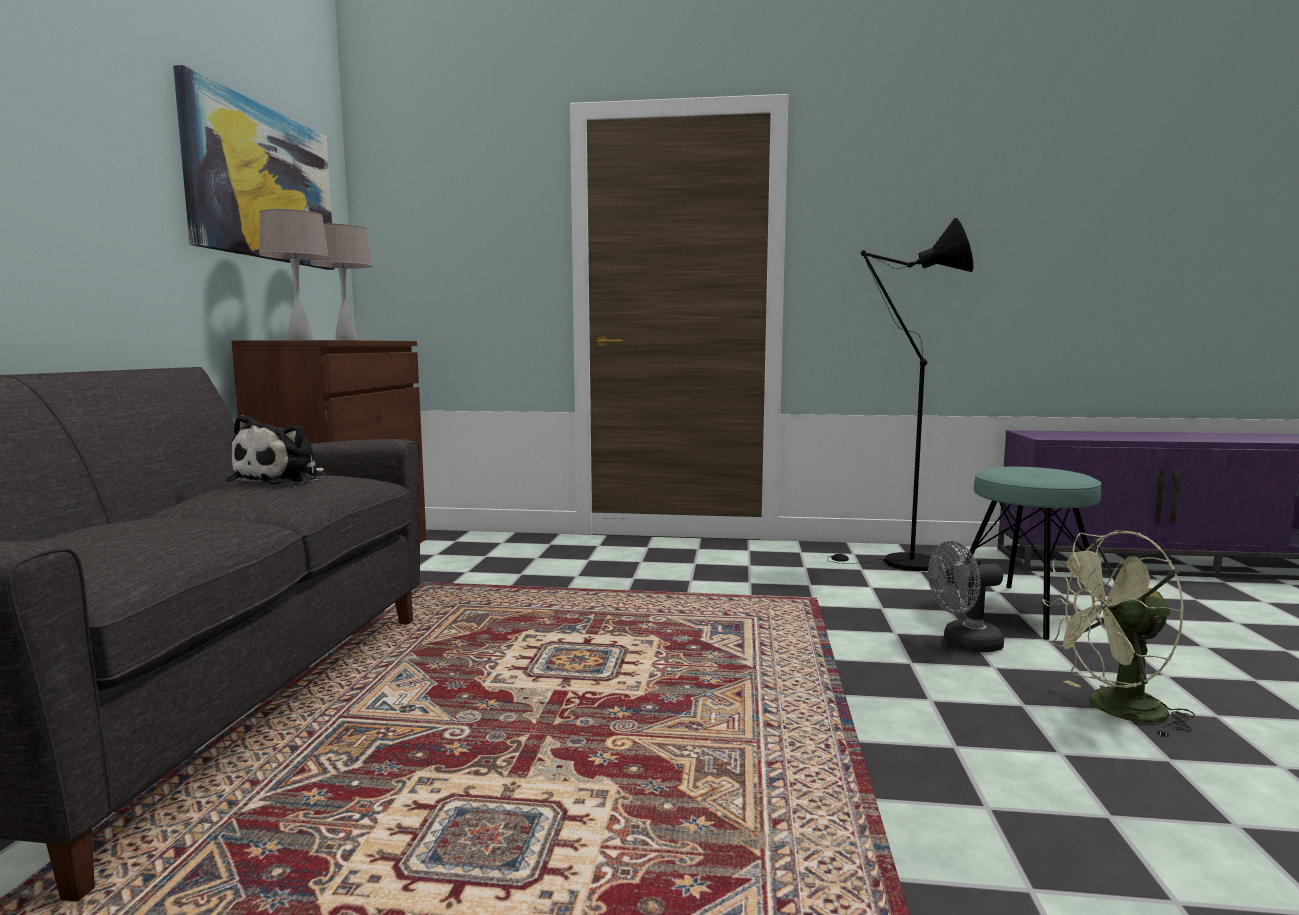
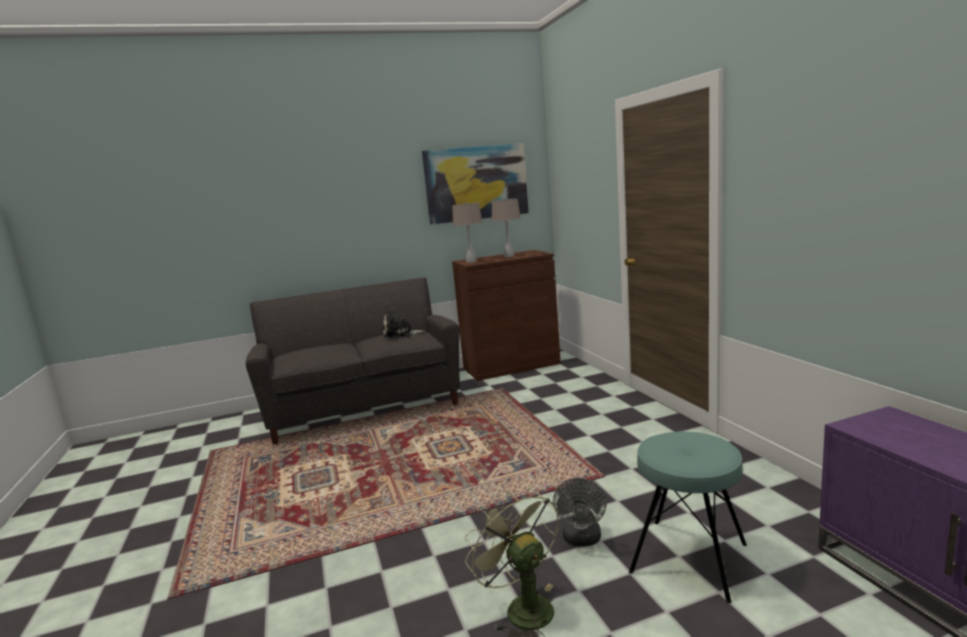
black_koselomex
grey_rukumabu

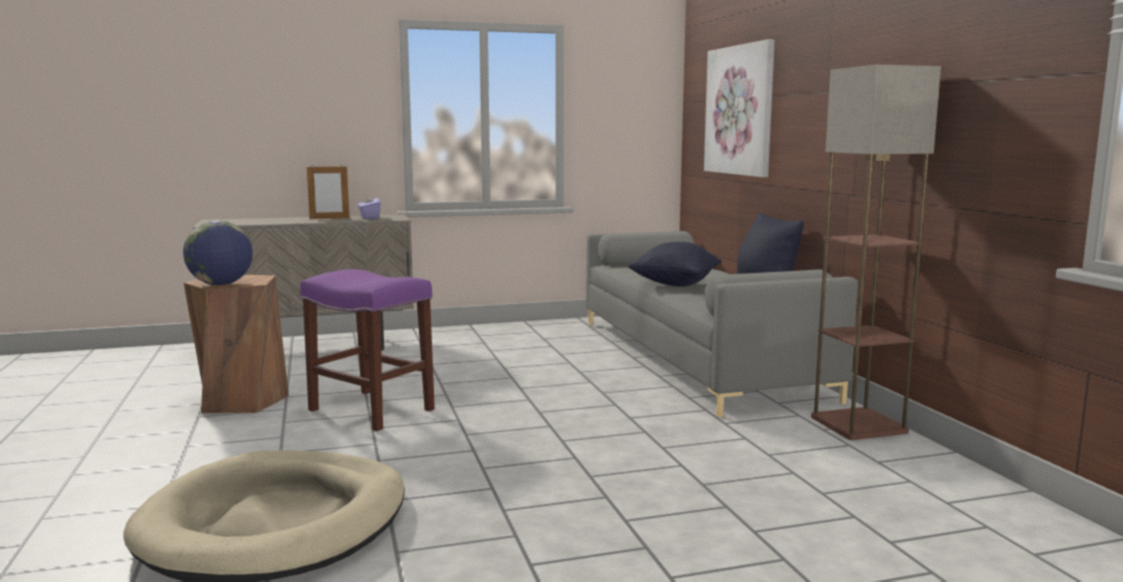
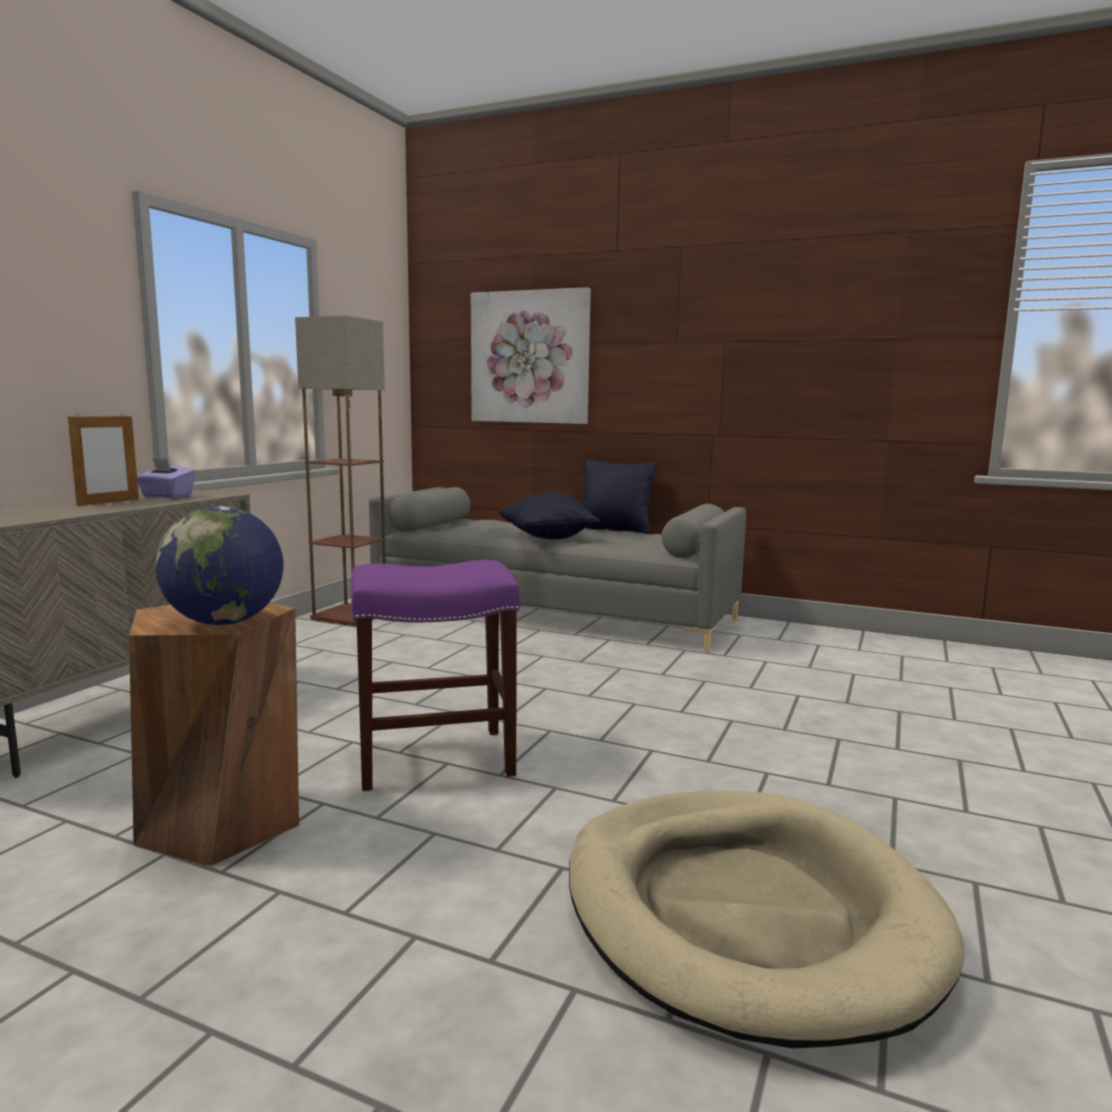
koselomex

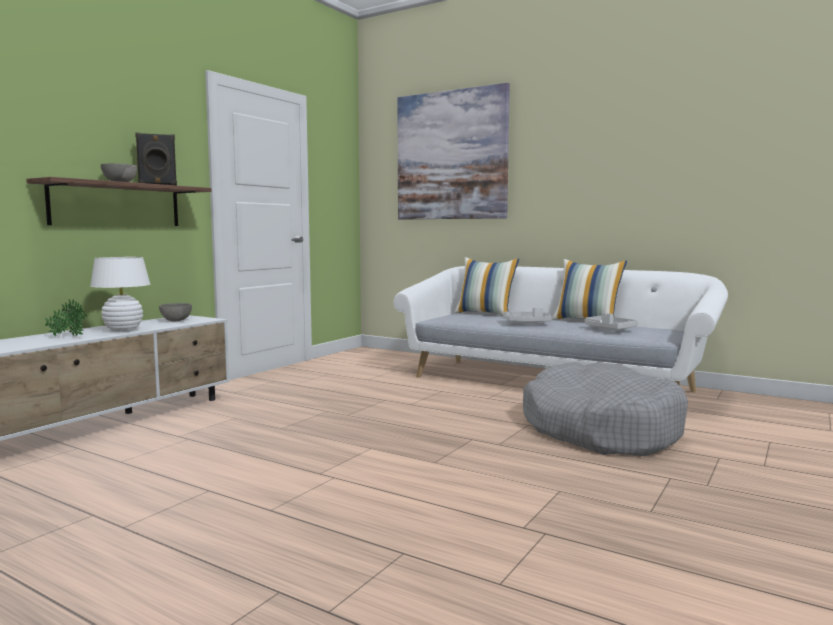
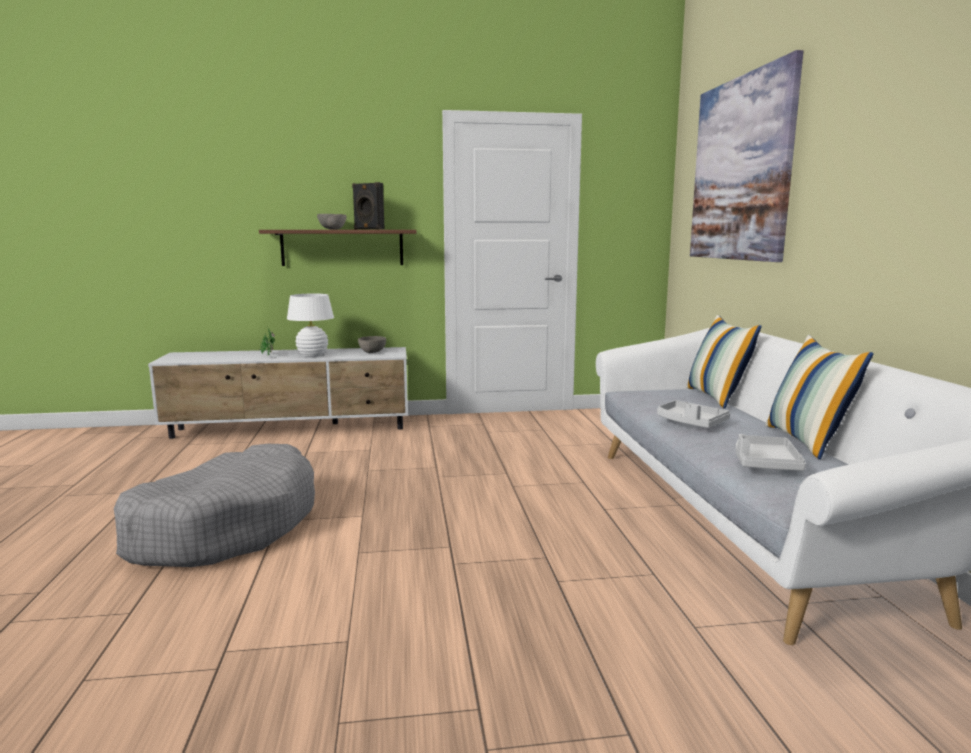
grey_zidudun

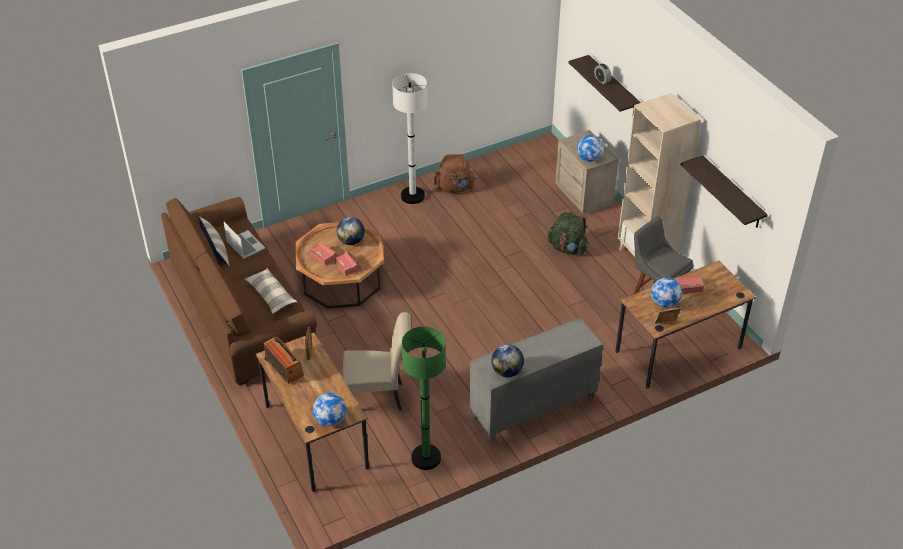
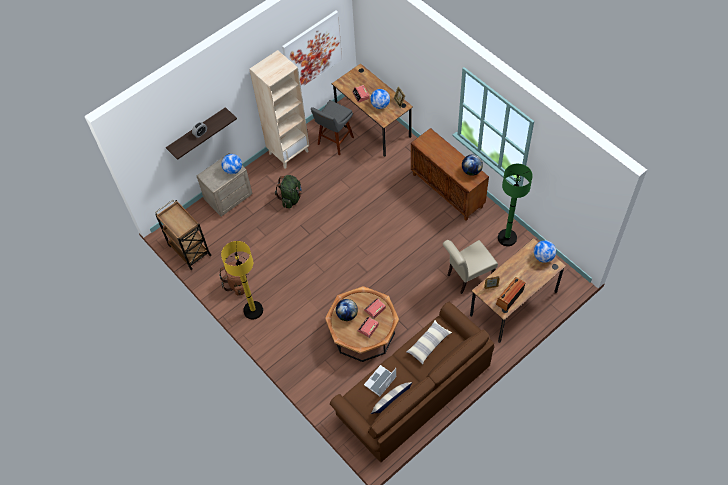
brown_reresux
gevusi
yellow_koselomex
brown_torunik
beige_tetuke

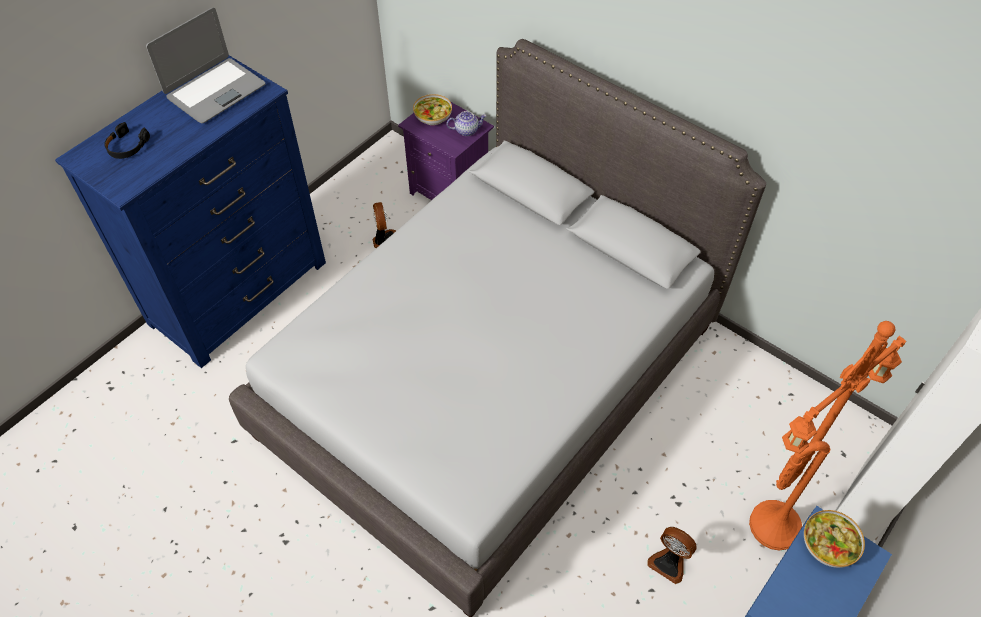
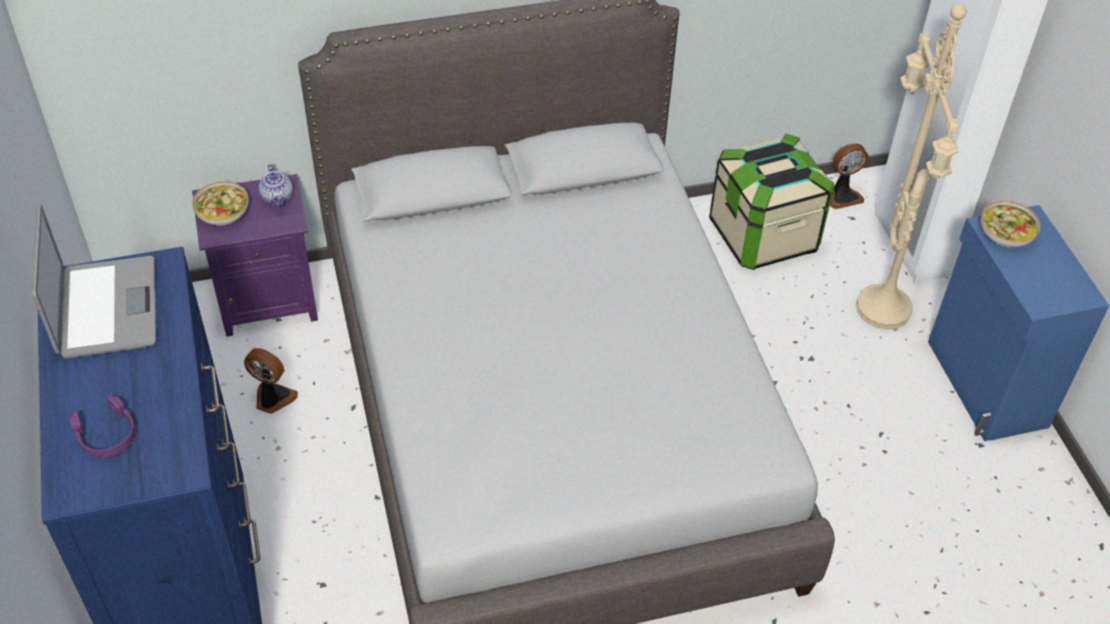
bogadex
rukumabu (2nd from left)
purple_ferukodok
beige_koselomex
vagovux

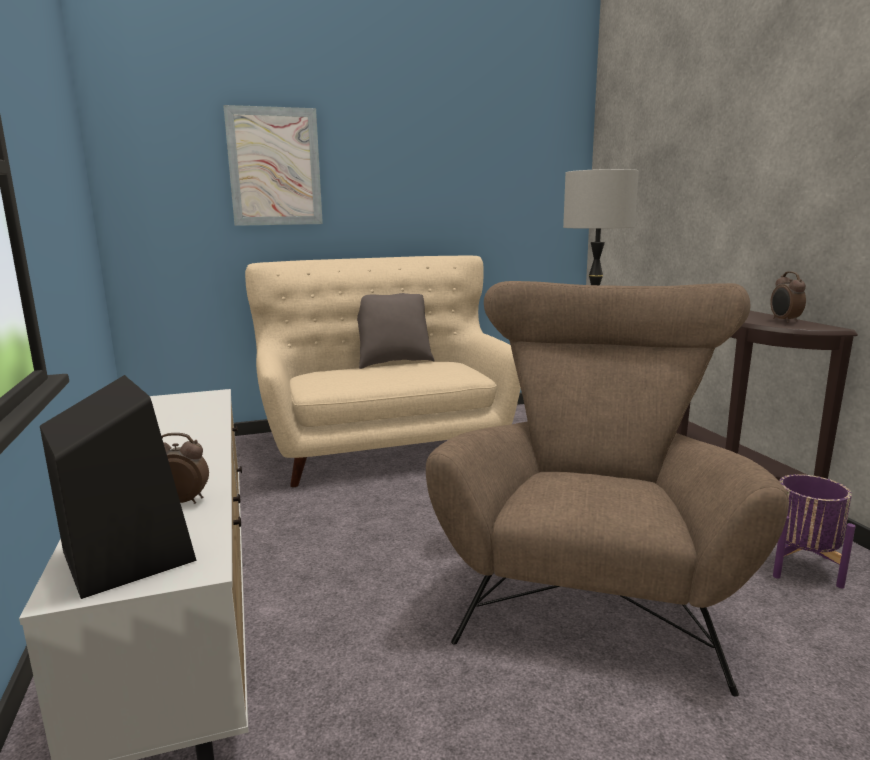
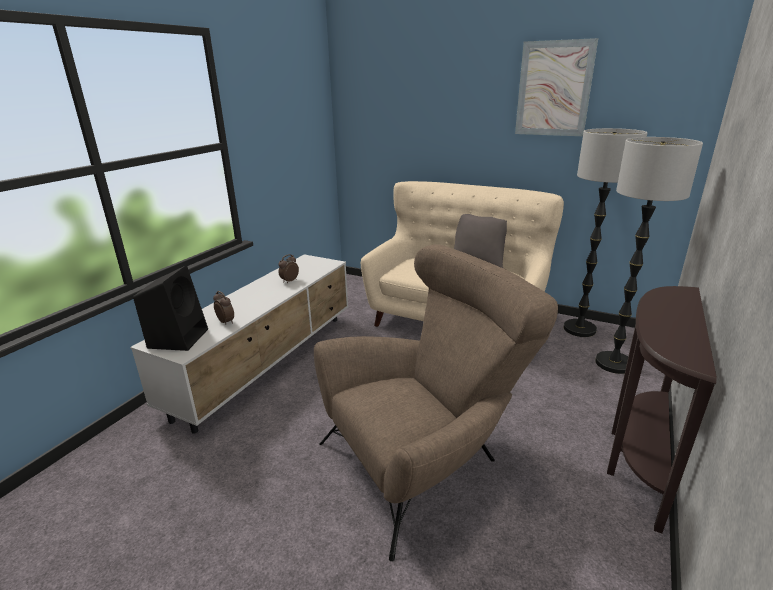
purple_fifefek
koselomex (1st from left)
gevusi
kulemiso (2nd from left)

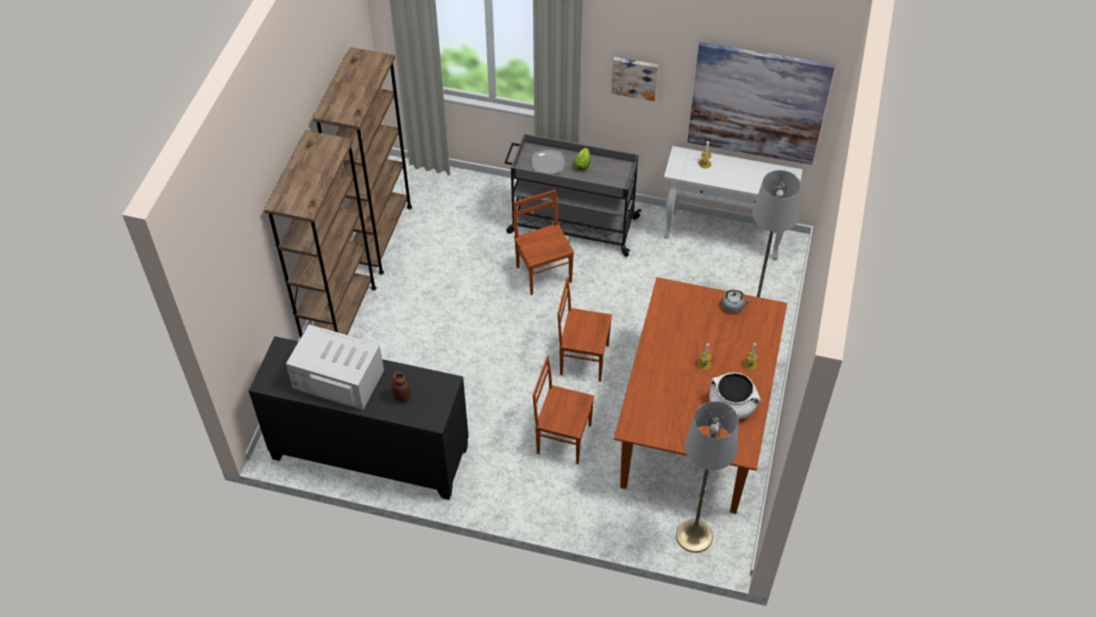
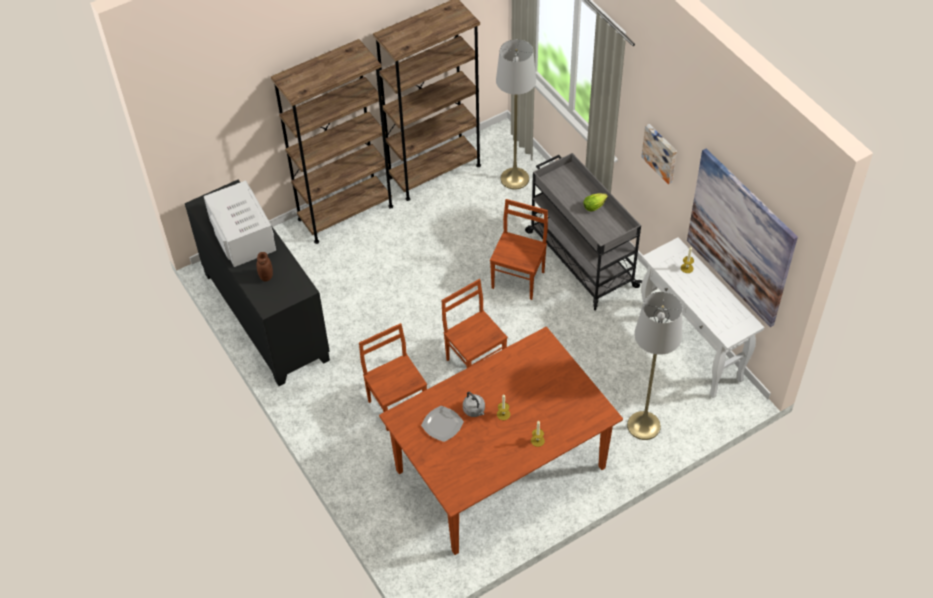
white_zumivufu
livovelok
grey_koselomex (1st from left)
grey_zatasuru

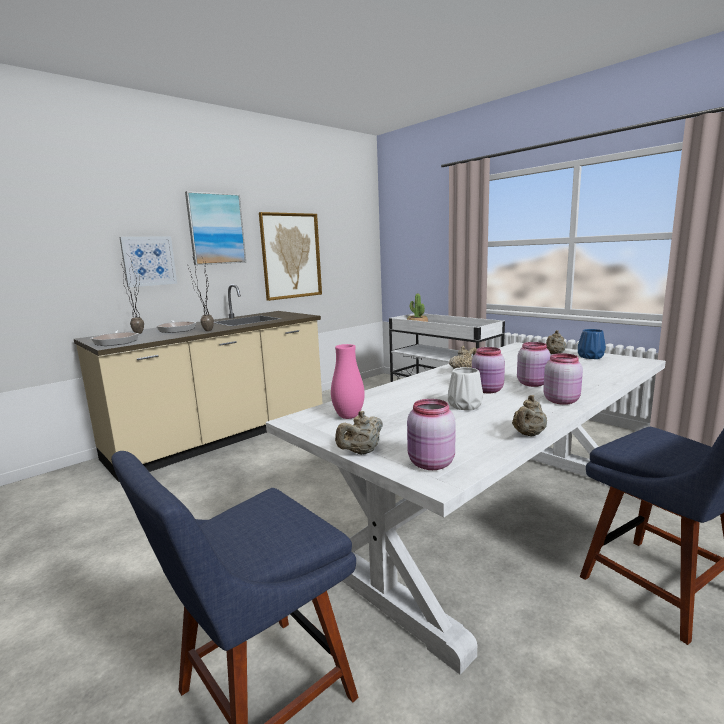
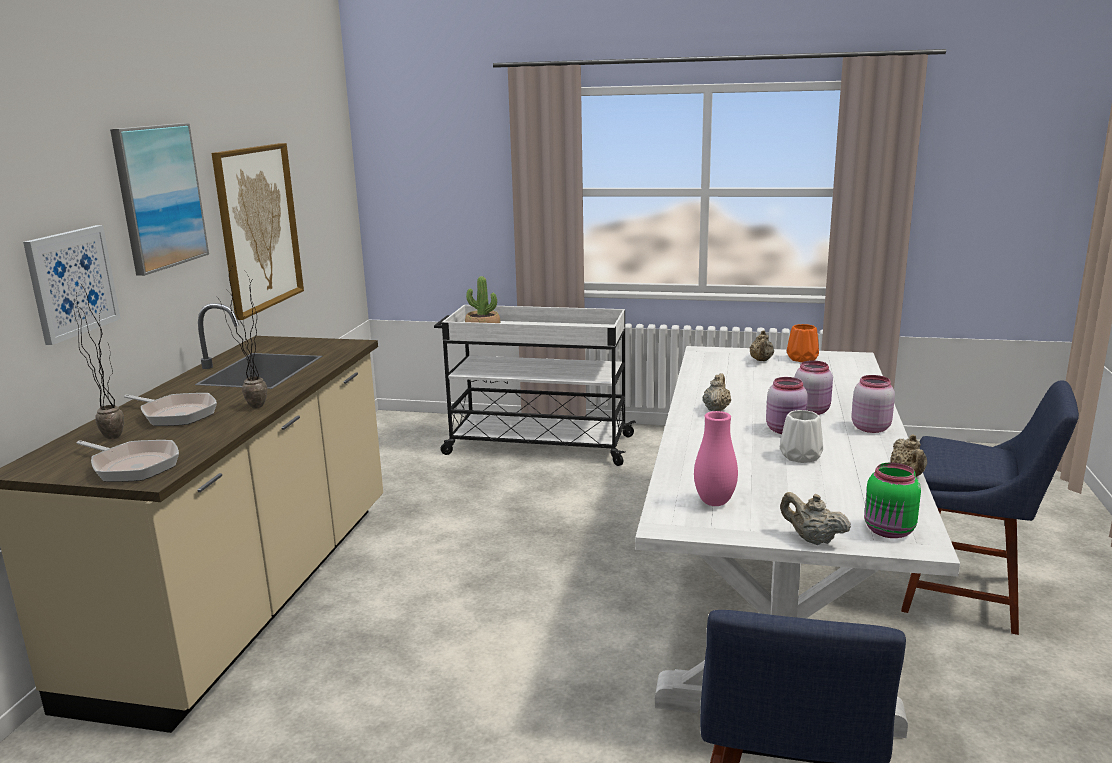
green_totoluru
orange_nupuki
beige_vagovux (3rd from left)

